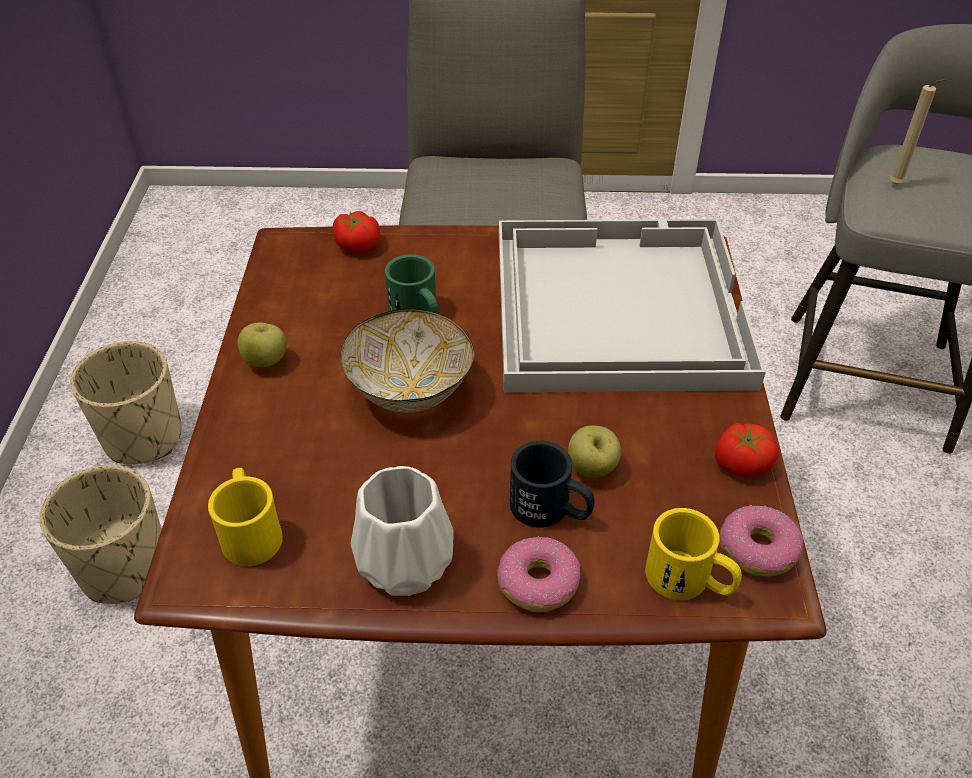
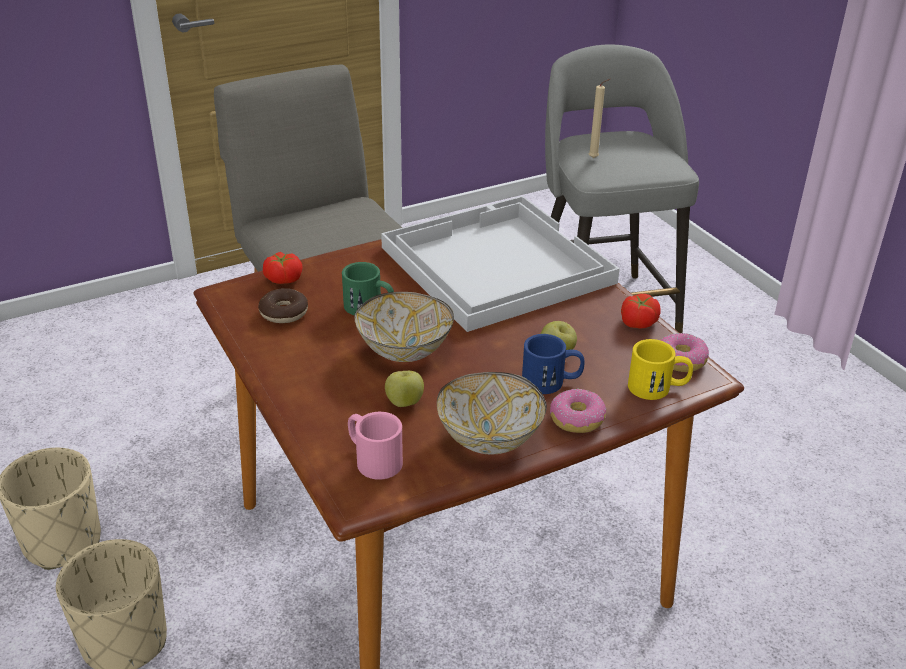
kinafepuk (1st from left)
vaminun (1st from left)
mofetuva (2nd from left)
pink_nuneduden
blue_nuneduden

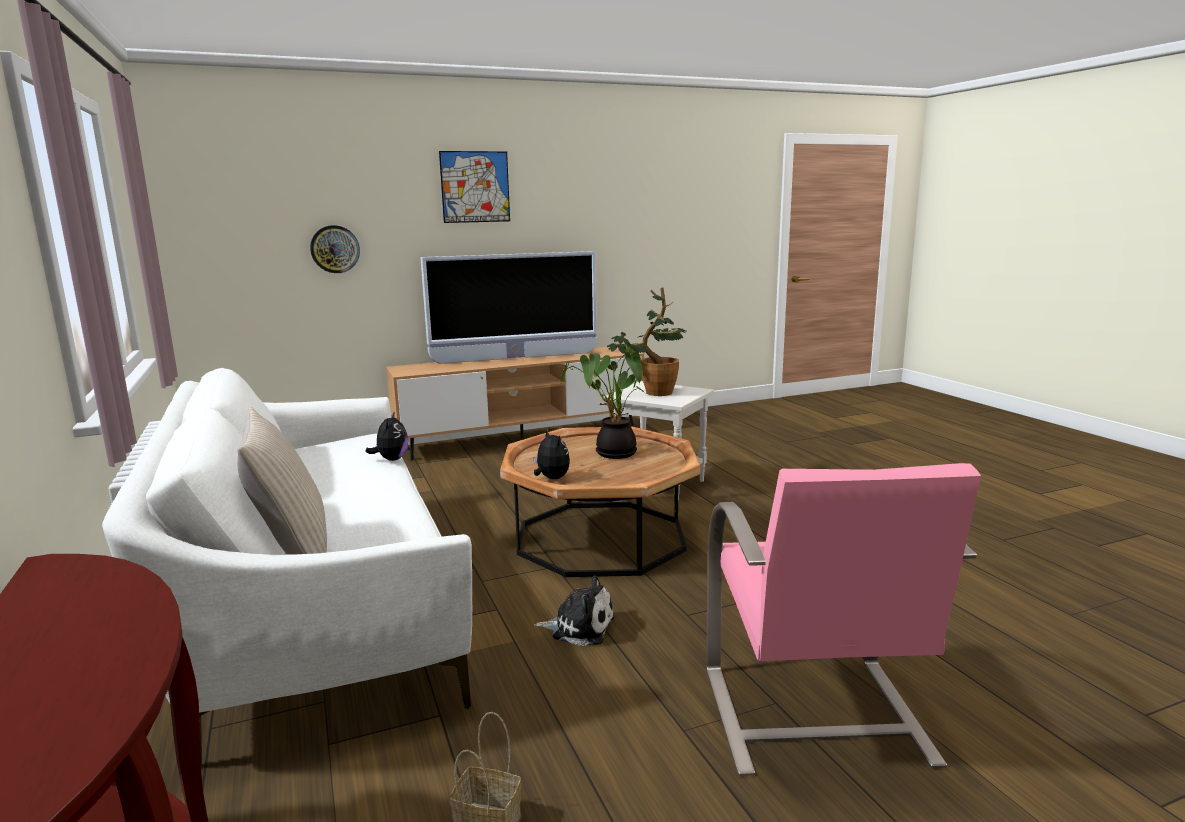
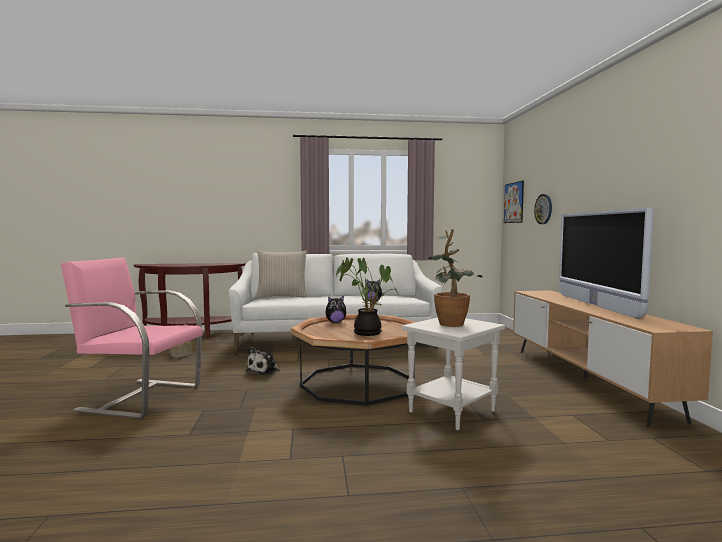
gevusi

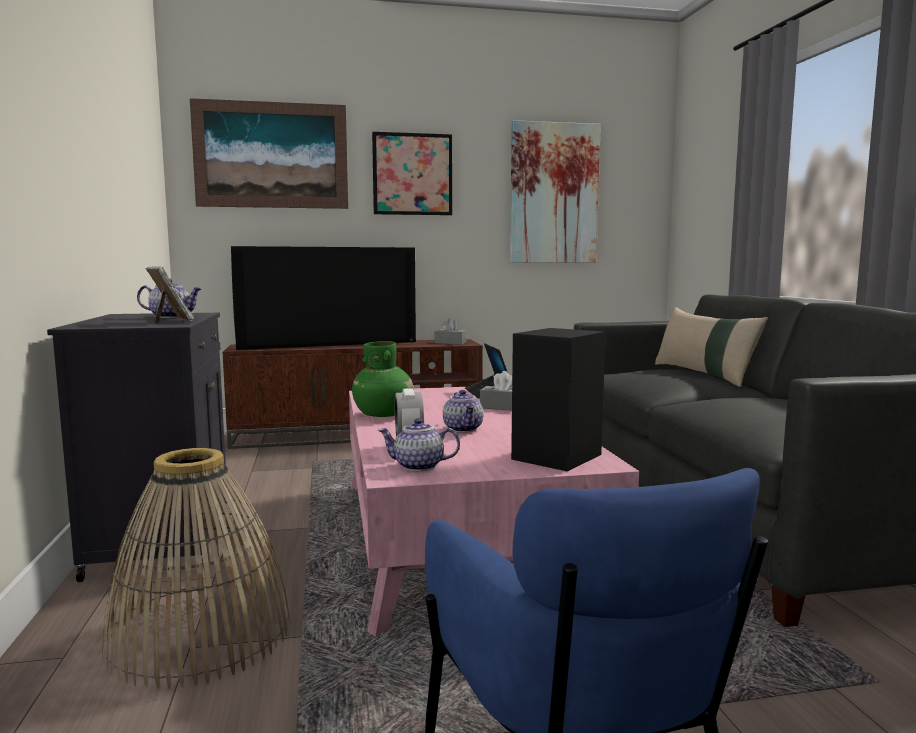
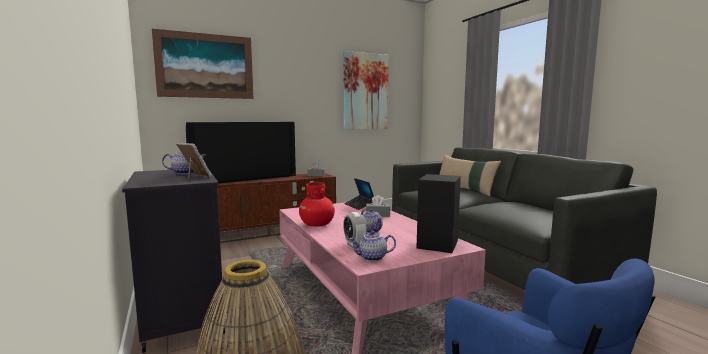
gevusi (2nd from left in the first image)
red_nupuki

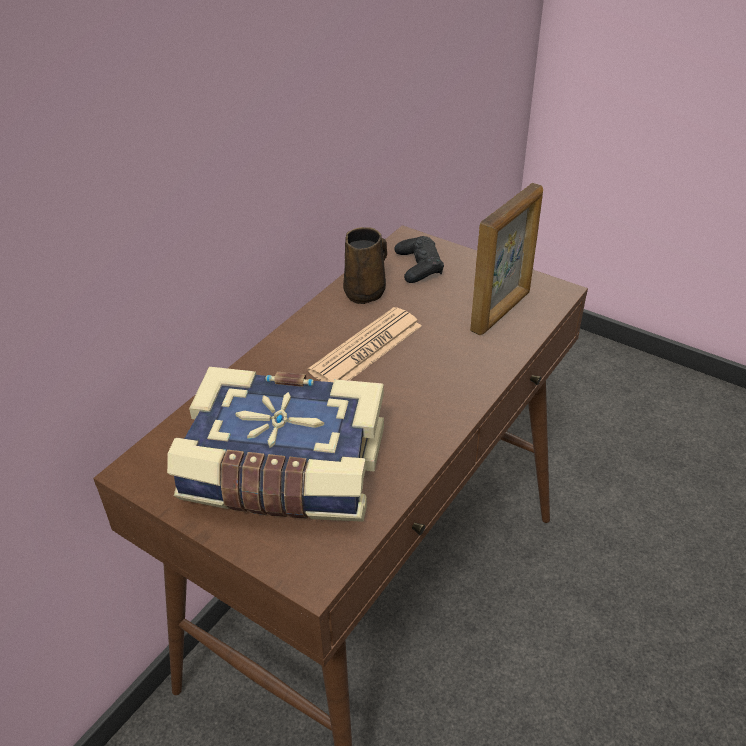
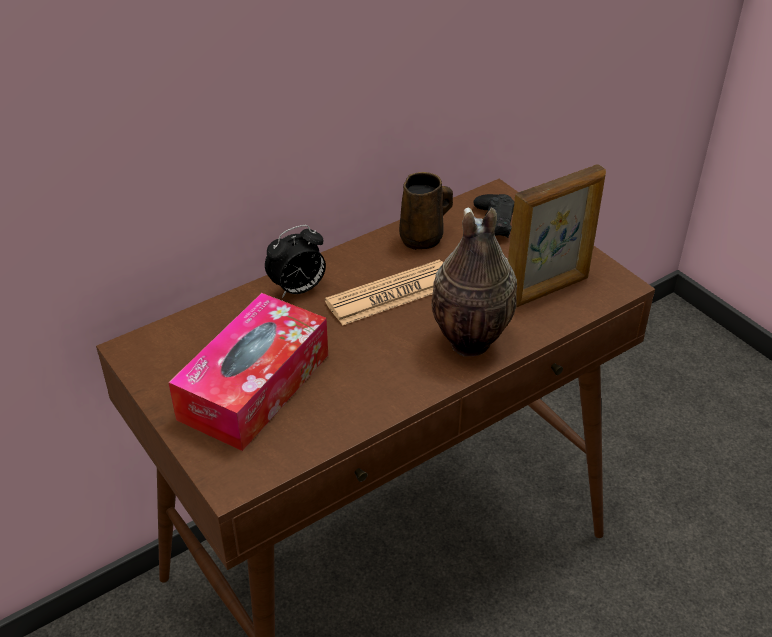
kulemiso
nupuki
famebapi

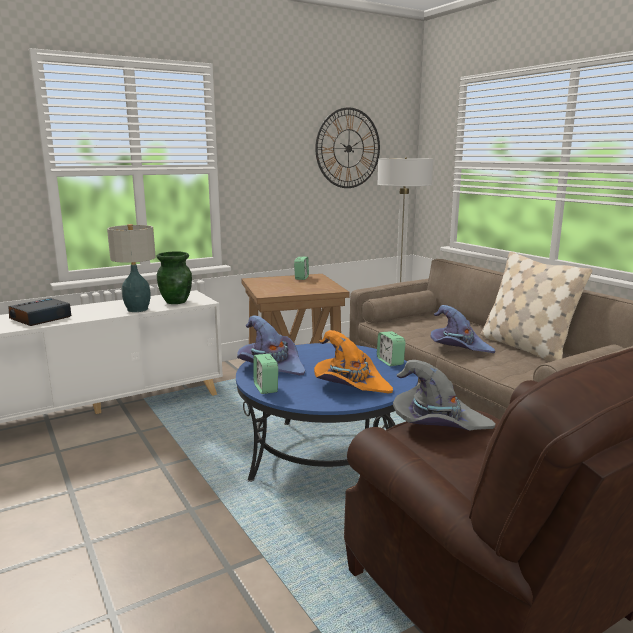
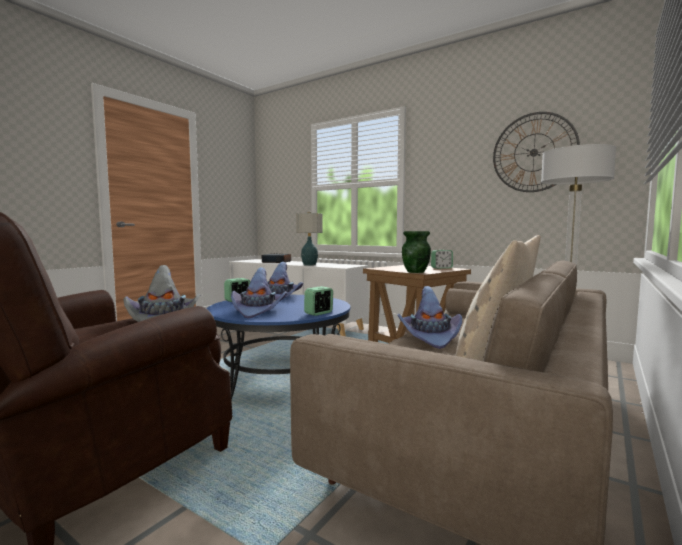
green_nupuki
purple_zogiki (1st from left)

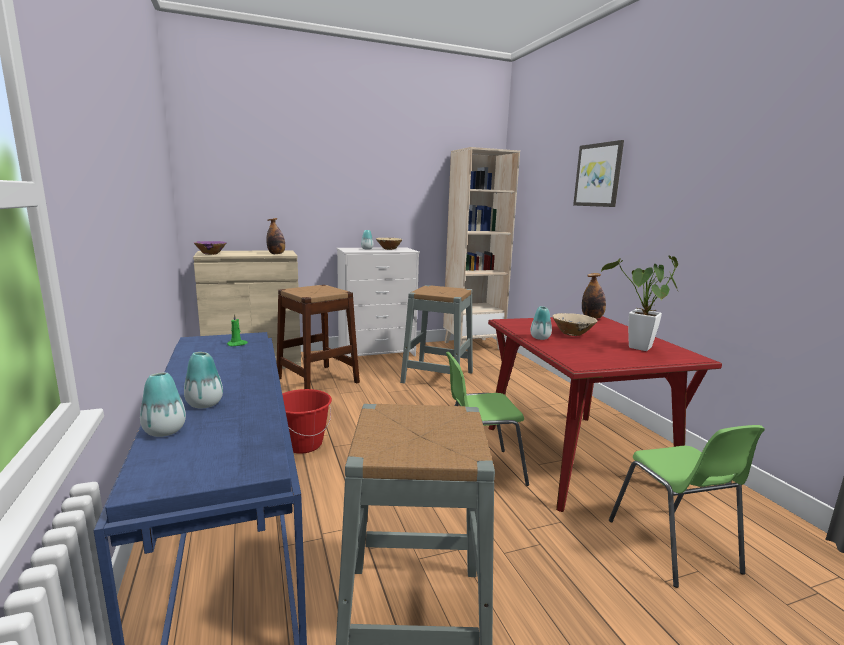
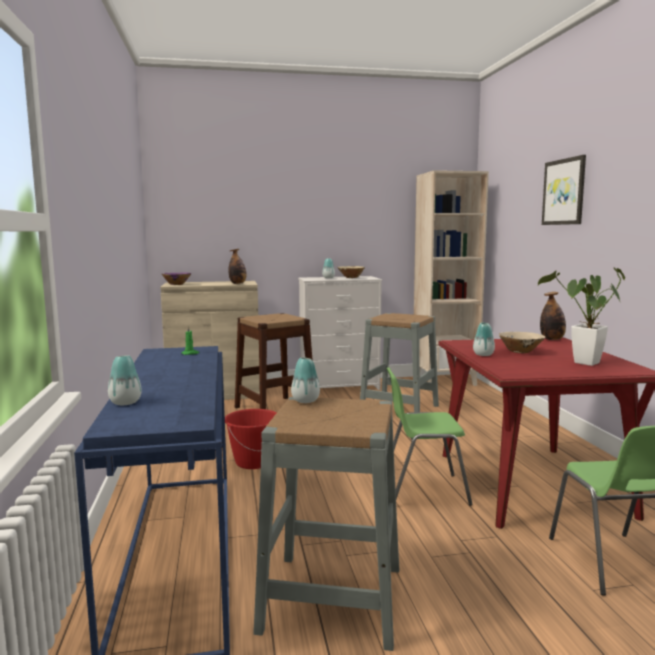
nupuki (2nd from left)

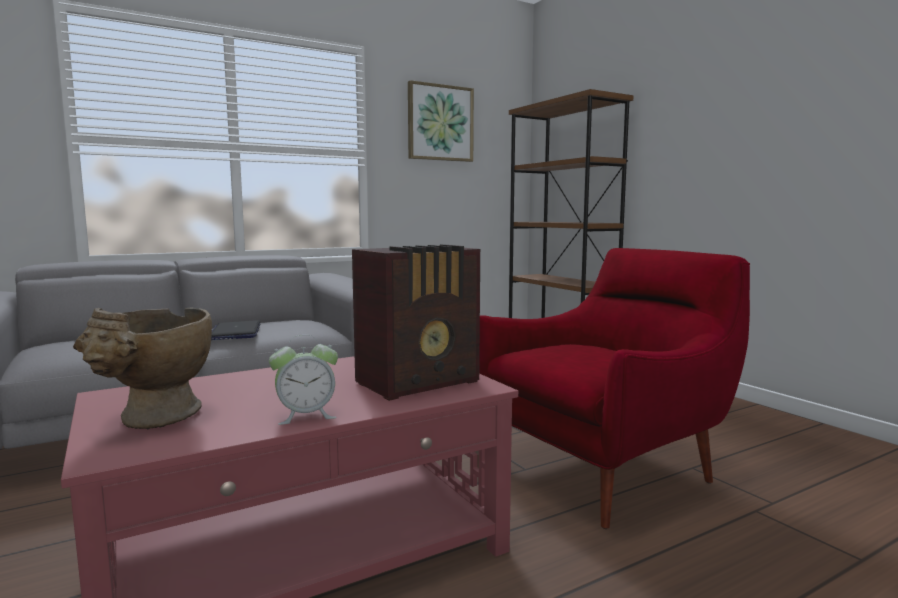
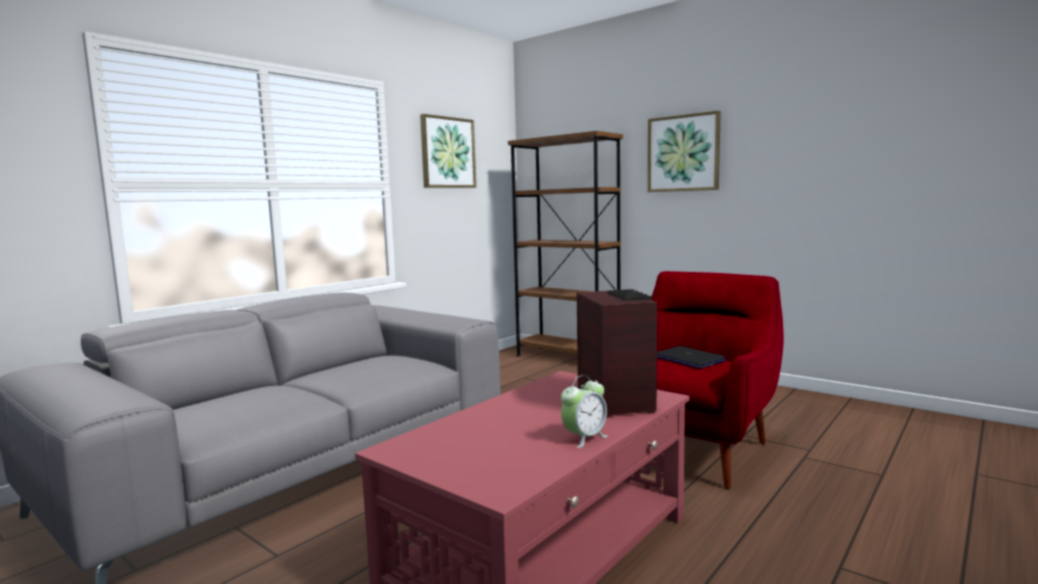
beige_nupuki
gevusi (2nd from left)
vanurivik
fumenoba

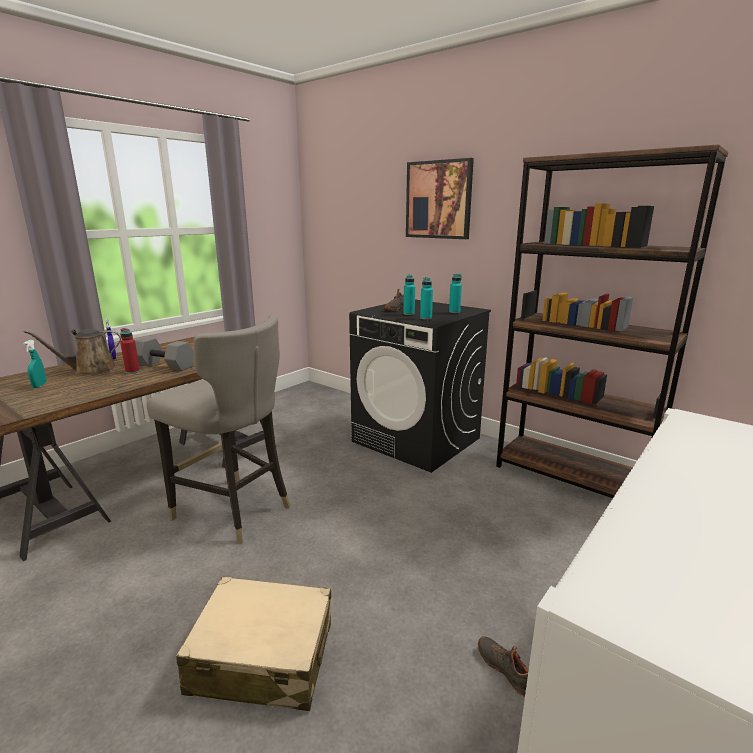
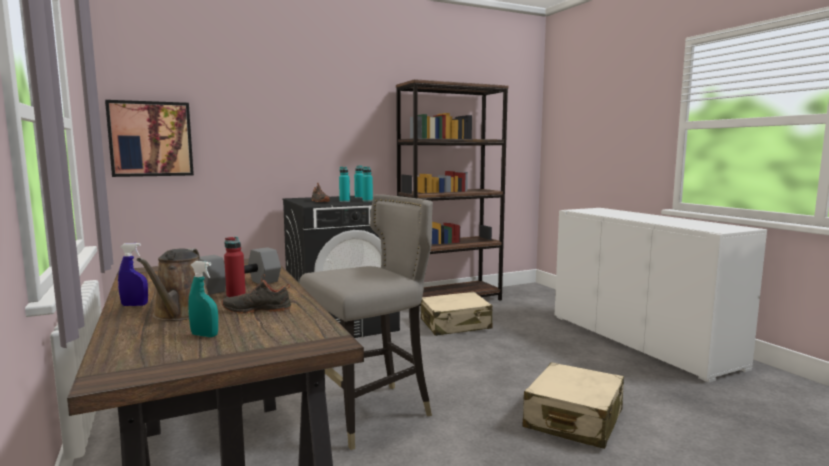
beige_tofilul (1st from left)
gevusi
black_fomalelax (1st from left)

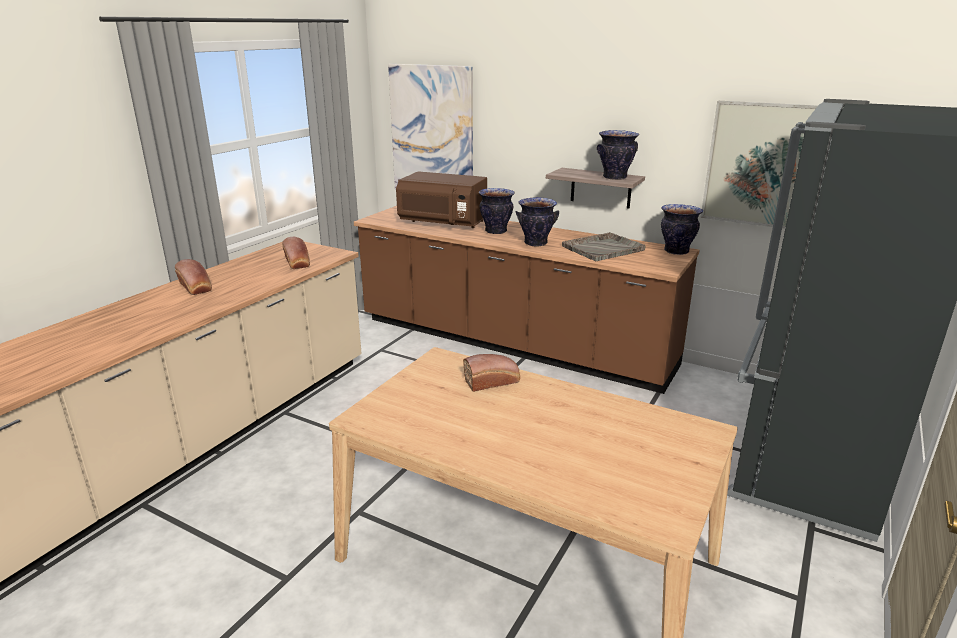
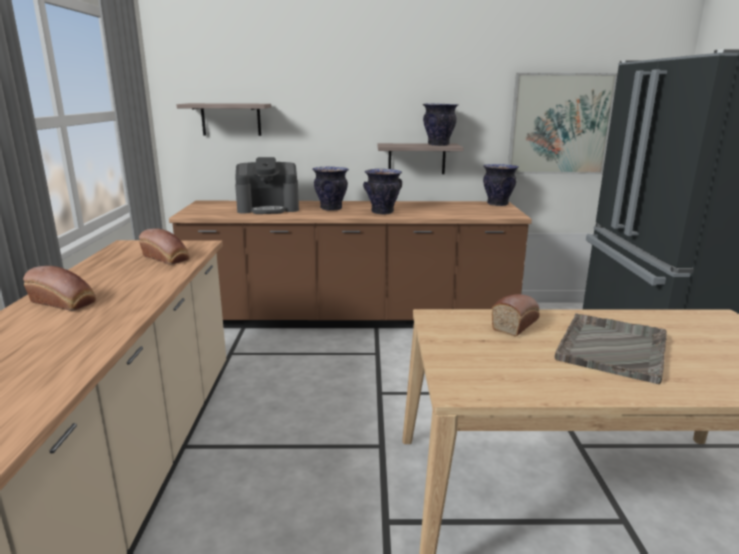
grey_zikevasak
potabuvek (1st from left)
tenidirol

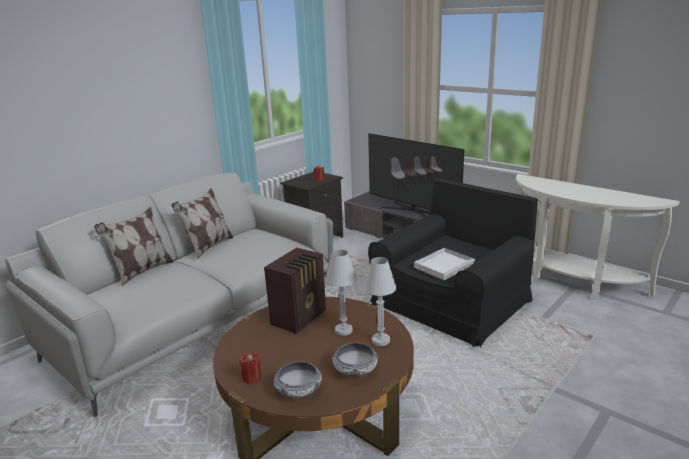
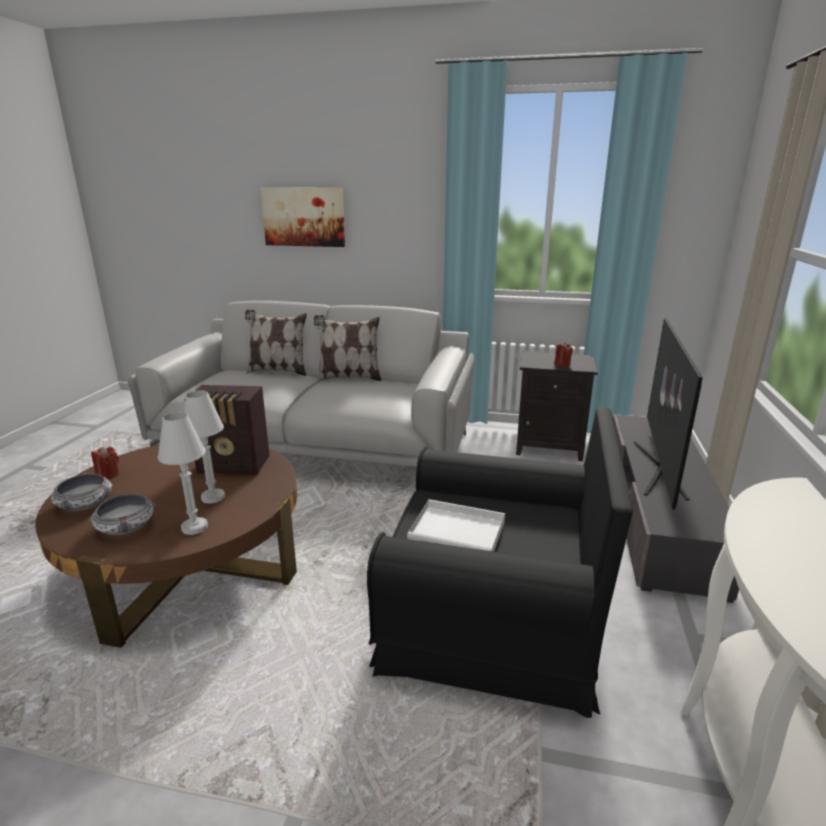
gevusi

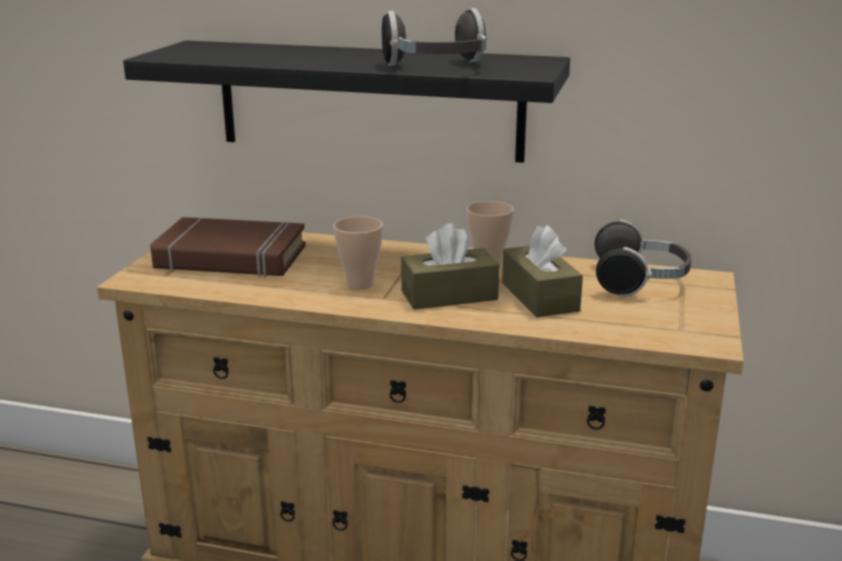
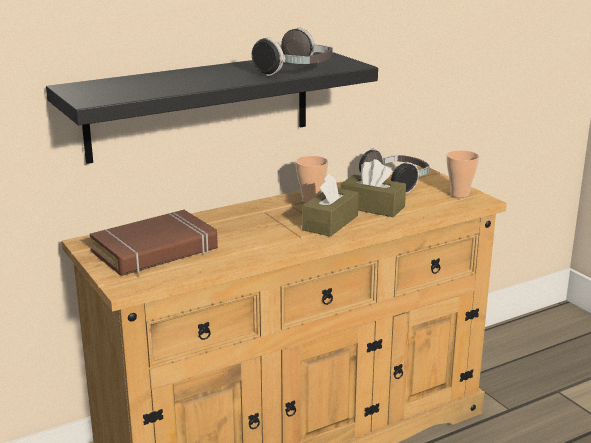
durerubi (2nd from left)

